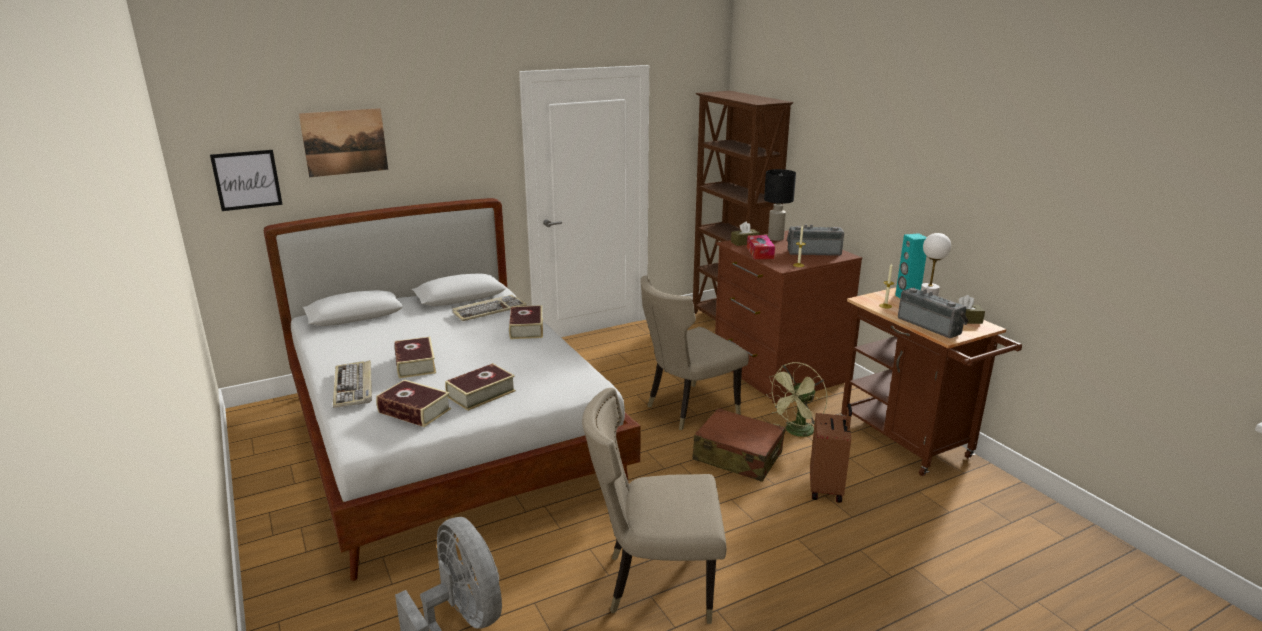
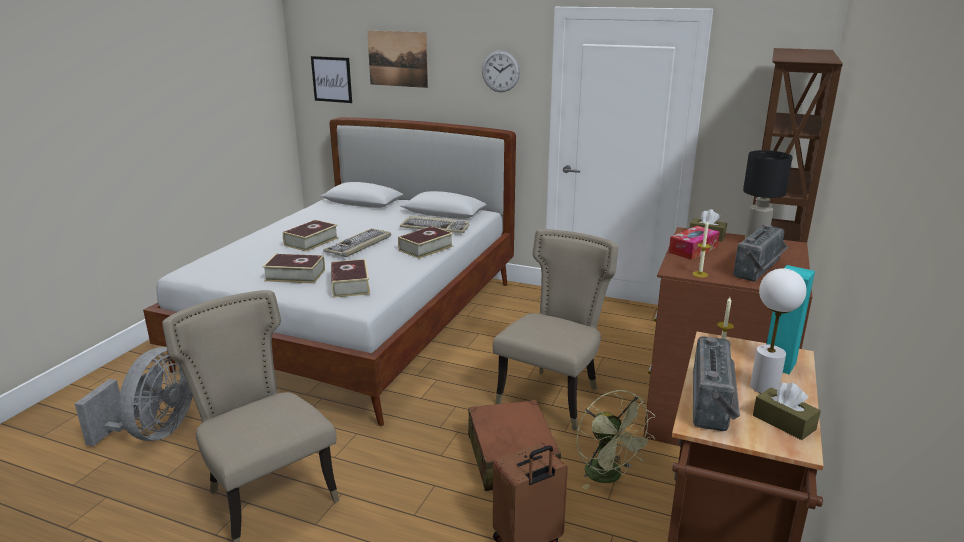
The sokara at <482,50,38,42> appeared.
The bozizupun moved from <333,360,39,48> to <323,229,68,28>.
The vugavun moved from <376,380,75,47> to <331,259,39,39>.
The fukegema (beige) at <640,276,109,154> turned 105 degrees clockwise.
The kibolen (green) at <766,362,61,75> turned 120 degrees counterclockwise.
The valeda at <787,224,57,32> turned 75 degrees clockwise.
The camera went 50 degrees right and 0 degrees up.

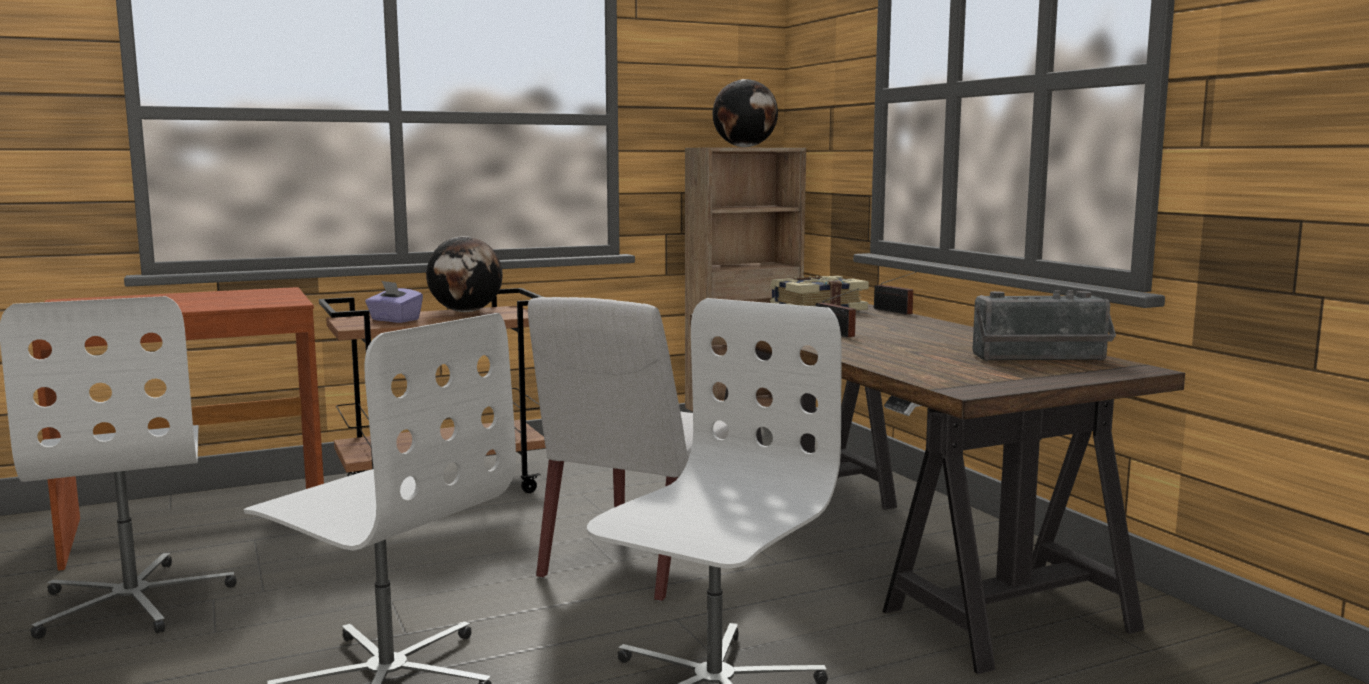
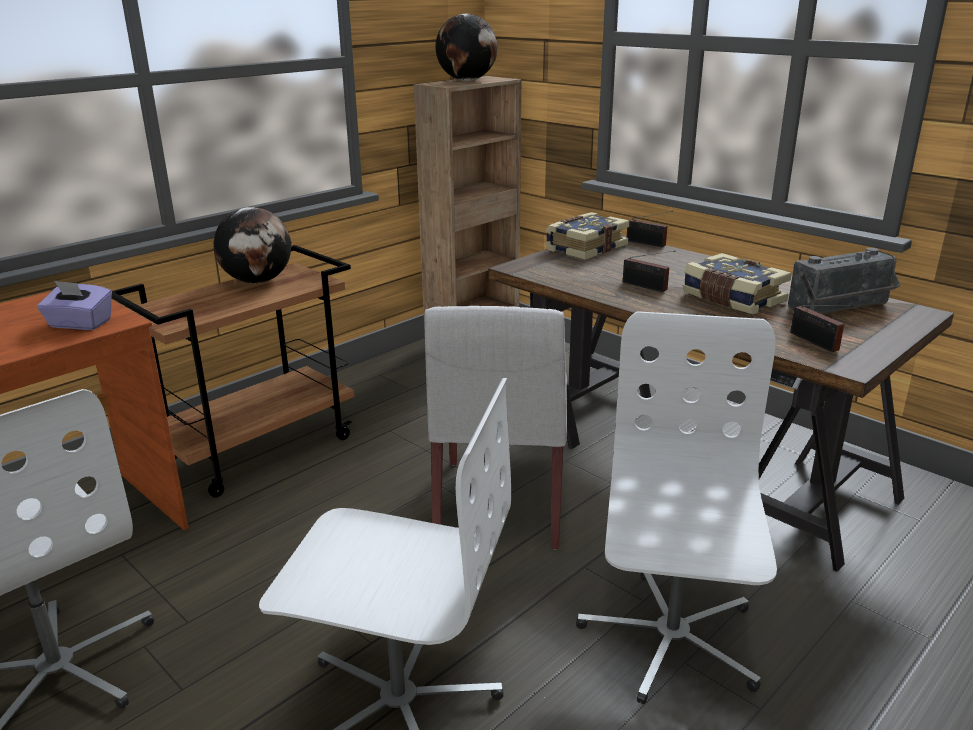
The vugavun at <683,253,109,61> appeared.
The valeda at <790,305,62,47> appeared.
The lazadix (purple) moved from <365,281,58,42> to <37,281,75,49>.
The camera went 20 degrees left and 15 degrees up.

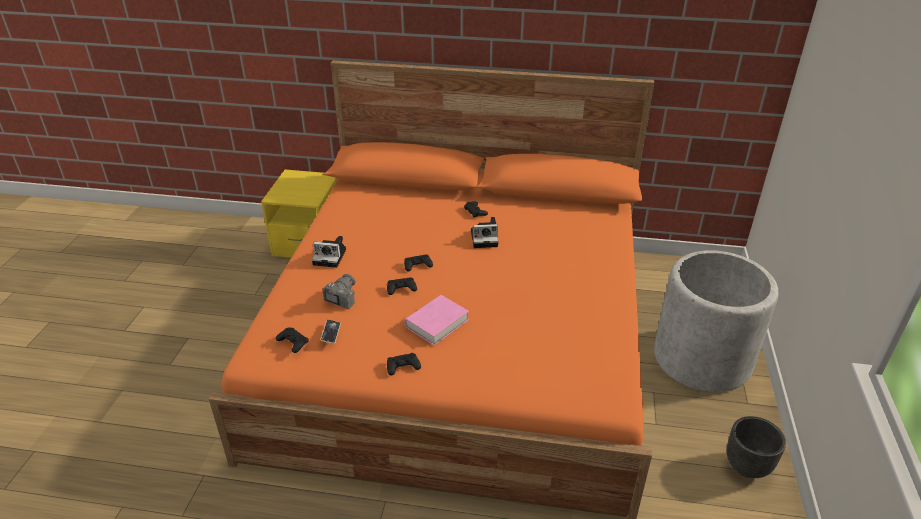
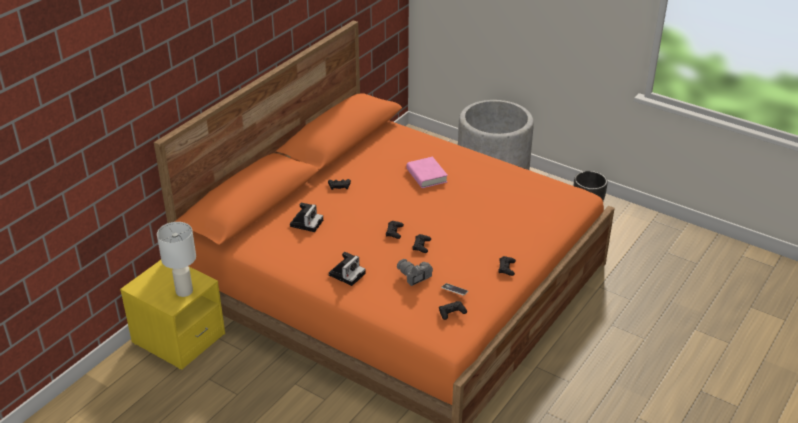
The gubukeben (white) at <157,222,39,75> appeared.
The vugavun (pink) moved from <405,295,64,50> to <406,157,42,31>.
The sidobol moved from <471,217,27,31> to <290,203,33,29>.
The camera went 65 degrees left and 0 degrees up.

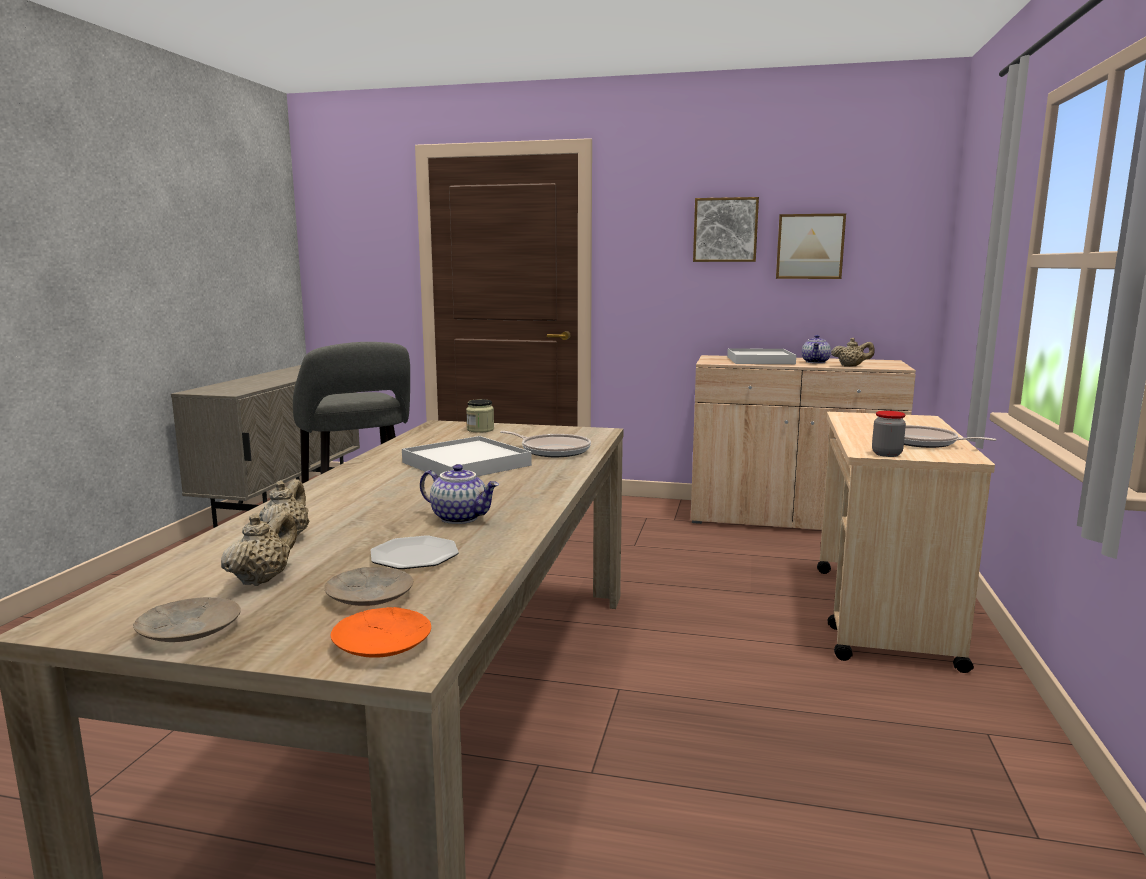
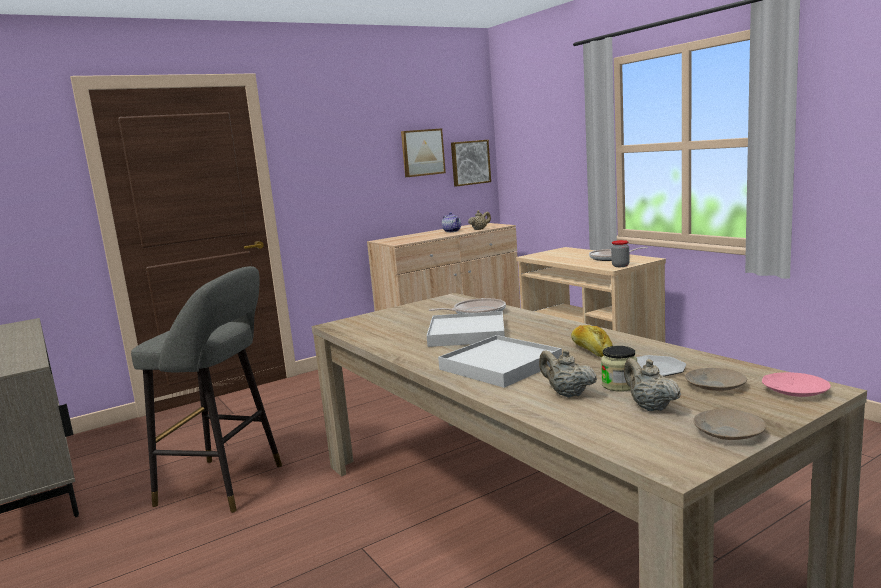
The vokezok moved from <466,399,28,34> to <601,346,36,46>.
The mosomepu moved from <693,197,66,65> to <451,140,40,46>.
The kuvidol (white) moved from <727,348,69,16> to <438,335,124,53>.
The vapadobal at <420,464,79,60> was replaced by the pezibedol at <571,325,42,32>.
The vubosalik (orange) at <331,607,100,51> became the vubosalik (pink) at <762,372,69,25>.
The camera went 45 degrees left and 0 degrees up.

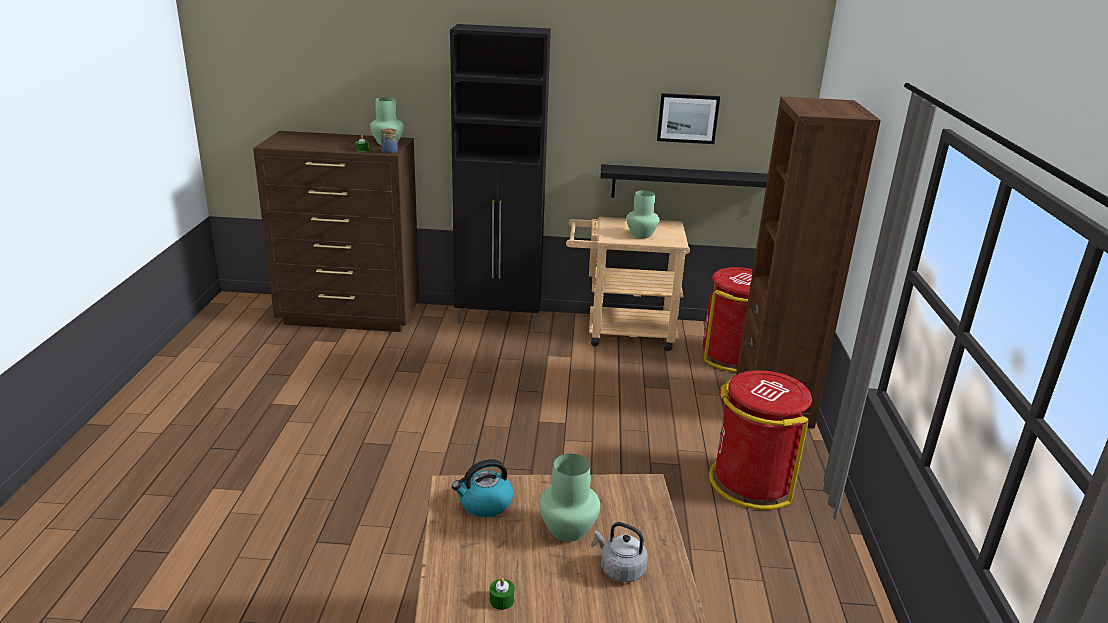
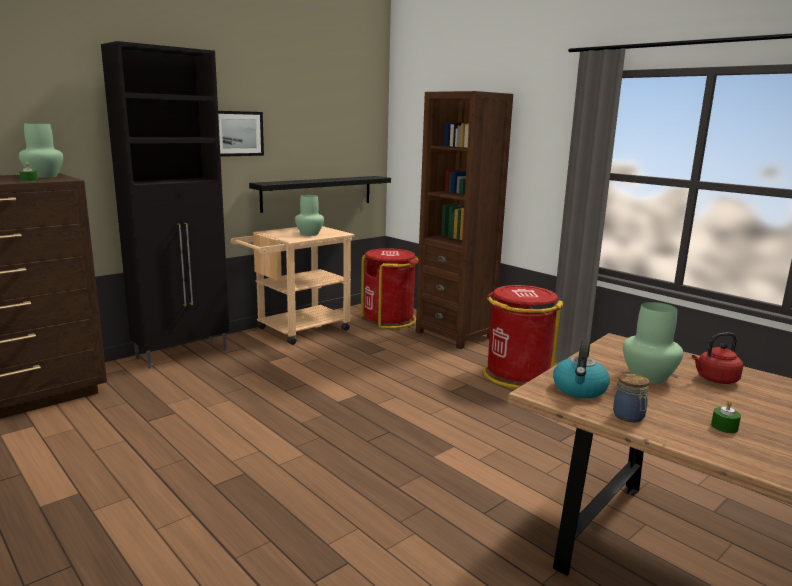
The vokezok moved from <381,128,17,26> to <613,373,36,49>.
The mosomepu moved from <657,93,63,51> to <218,111,46,46>.
The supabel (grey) at <595,522,53,60> became the supabel (red) at <692,332,51,52>.
The camera went 45 degrees left and 10 degrees down.

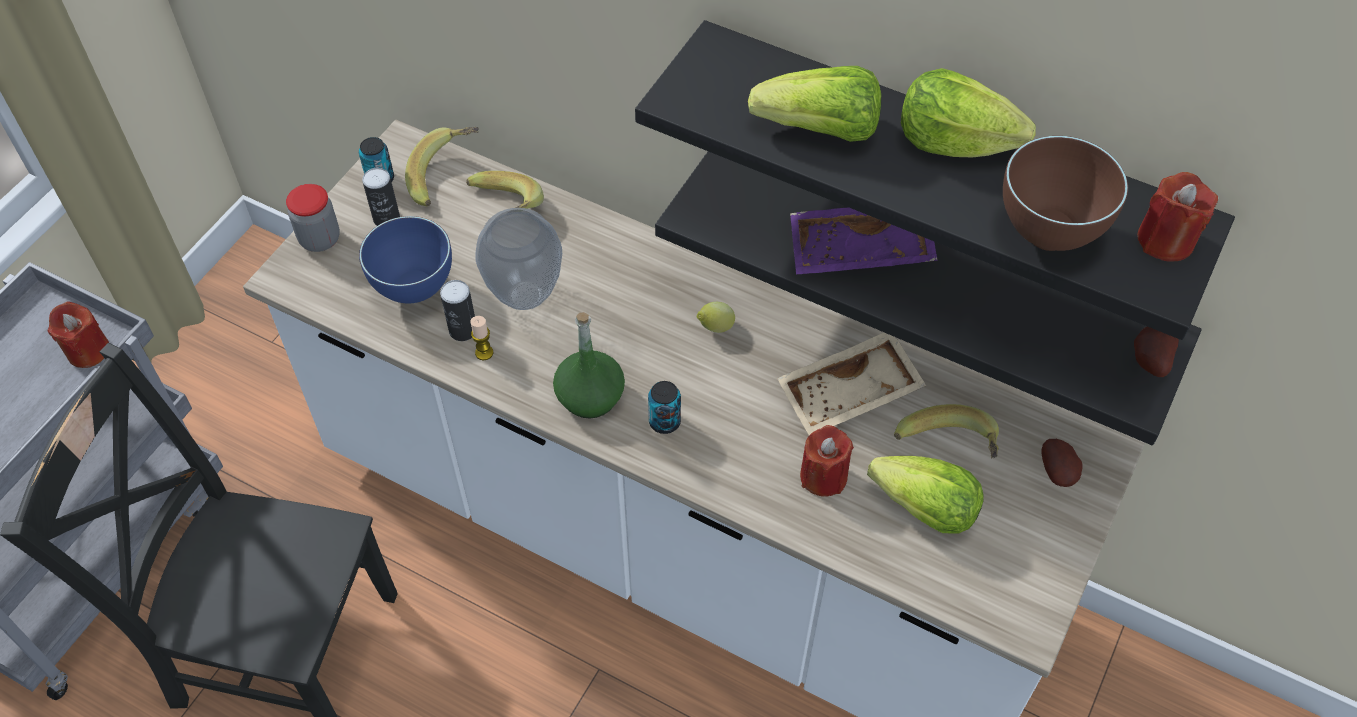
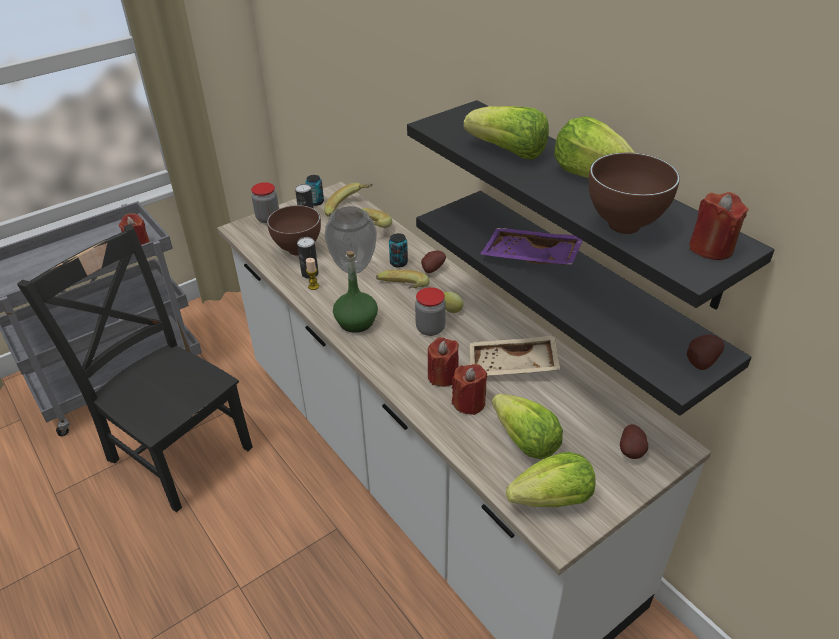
The vokezok at <415,287,31,49> appeared.
The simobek at <421,250,25,23> appeared.
The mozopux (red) at <428,337,31,50> appeared.
The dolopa at <506,452,90,55> appeared.
The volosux moved from <648,381,33,53> to <389,233,19,35>.
The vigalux moved from <894,404,105,55> to <376,270,54,19>.
The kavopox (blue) at <359,216,93,87> became the kavopox (brown) at <267,205,54,50>.
The camera went 25 degrees right and 15 degrees down.

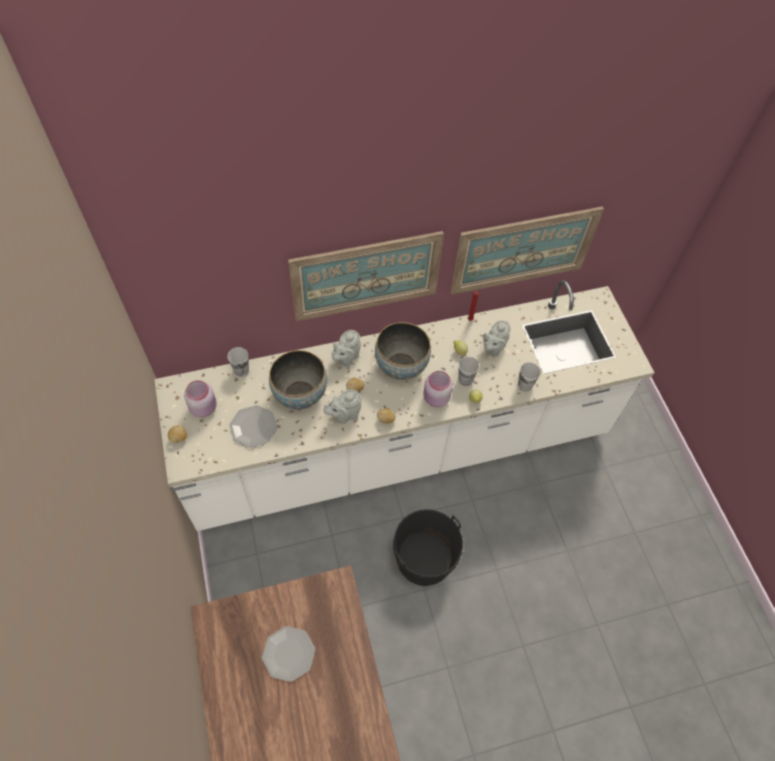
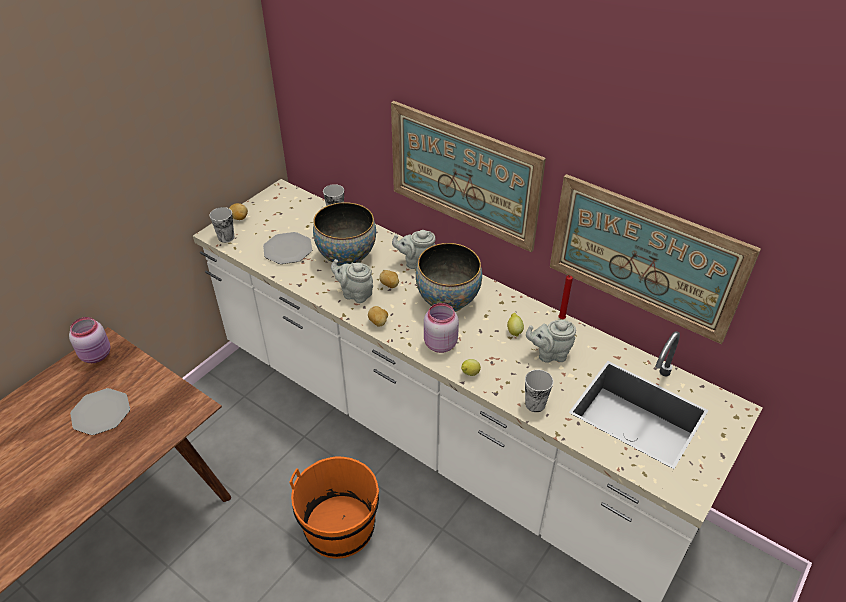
The vokezok (pink) moved from <184,380,33,37> to <69,317,42,46>.
The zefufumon moved from <458,356,21,30> to <210,207,24,36>.
The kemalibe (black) at <393,509,70,77> became the kemalibe (orange) at <289,456,90,103>.
The camera went 55 degrees right and 15 degrees down.

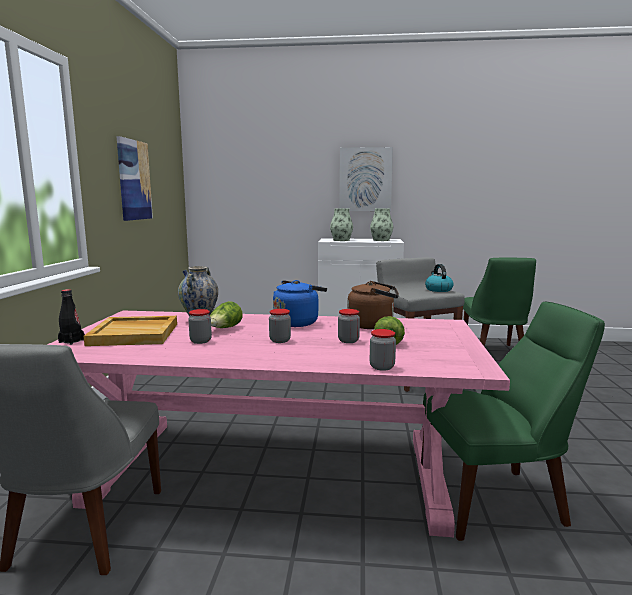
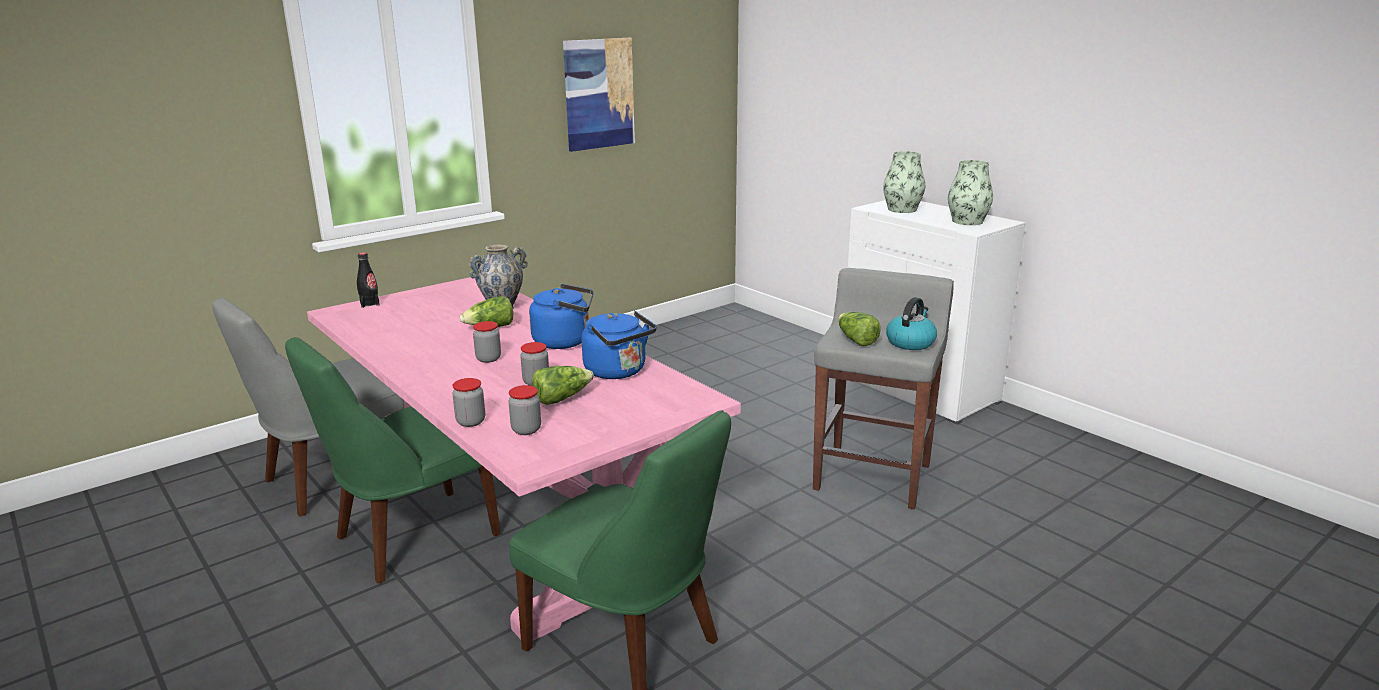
The kuvidol (beige) at <83,316,94,30> disappeared.
The mosomepu at <339,147,54,64> disappeared.
The dolopa at <838,312,43,34> appeared.
The vokezok moved from <188,309,24,35> to <508,385,33,50>.
The fukegema (green) moved from <463,258,73,89> to <285,337,216,247>.
The supabel (brown) at <347,281,52,48> became the supabel (blue) at <581,311,76,68>.
The camera went 45 degrees right and 10 degrees up.

